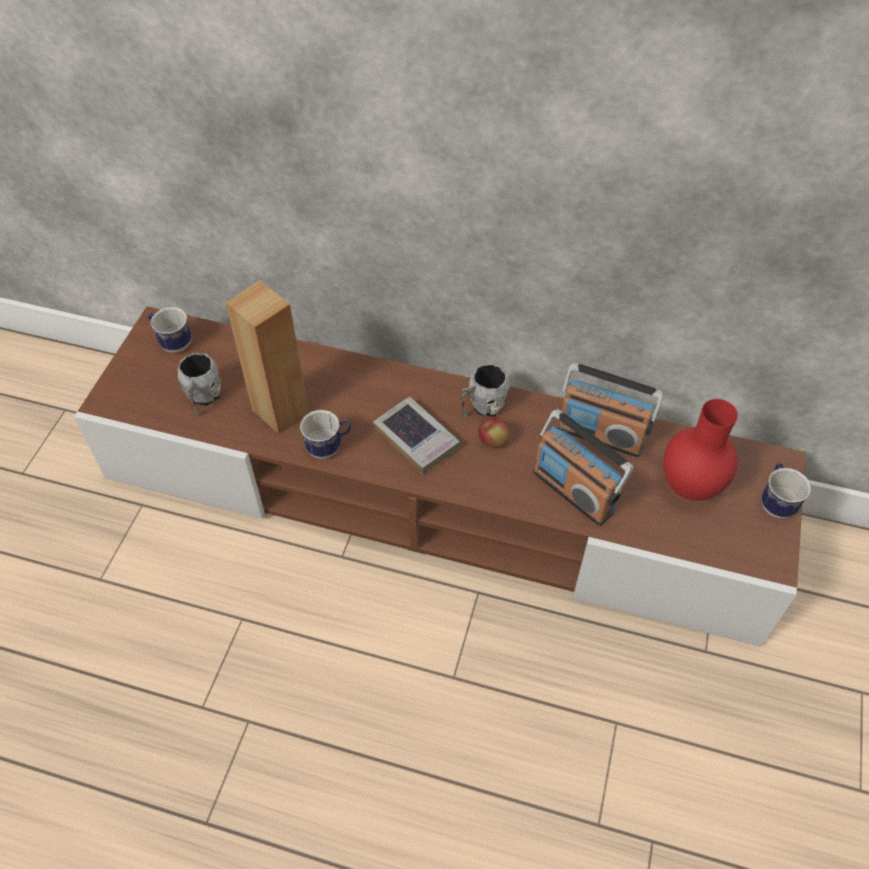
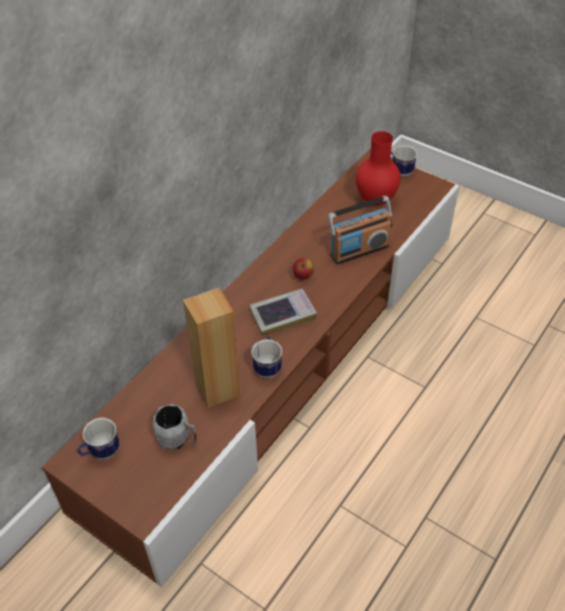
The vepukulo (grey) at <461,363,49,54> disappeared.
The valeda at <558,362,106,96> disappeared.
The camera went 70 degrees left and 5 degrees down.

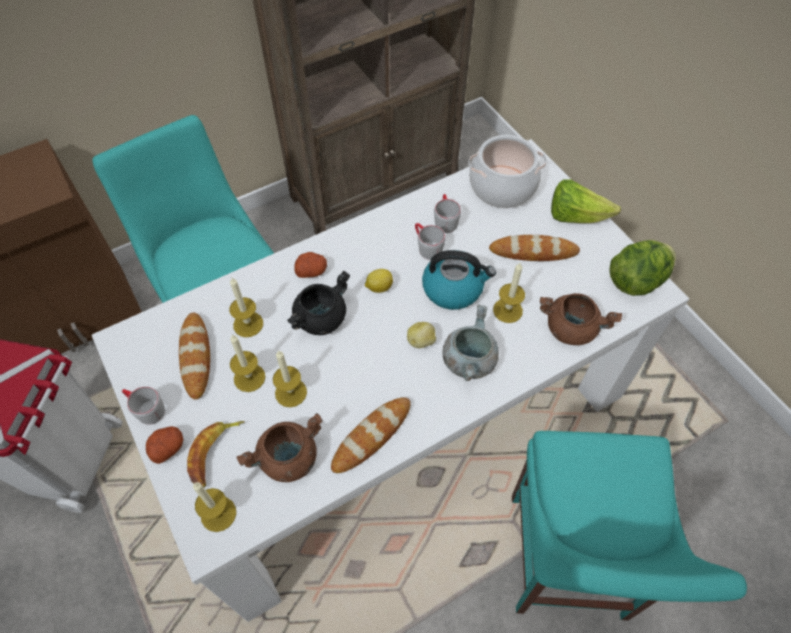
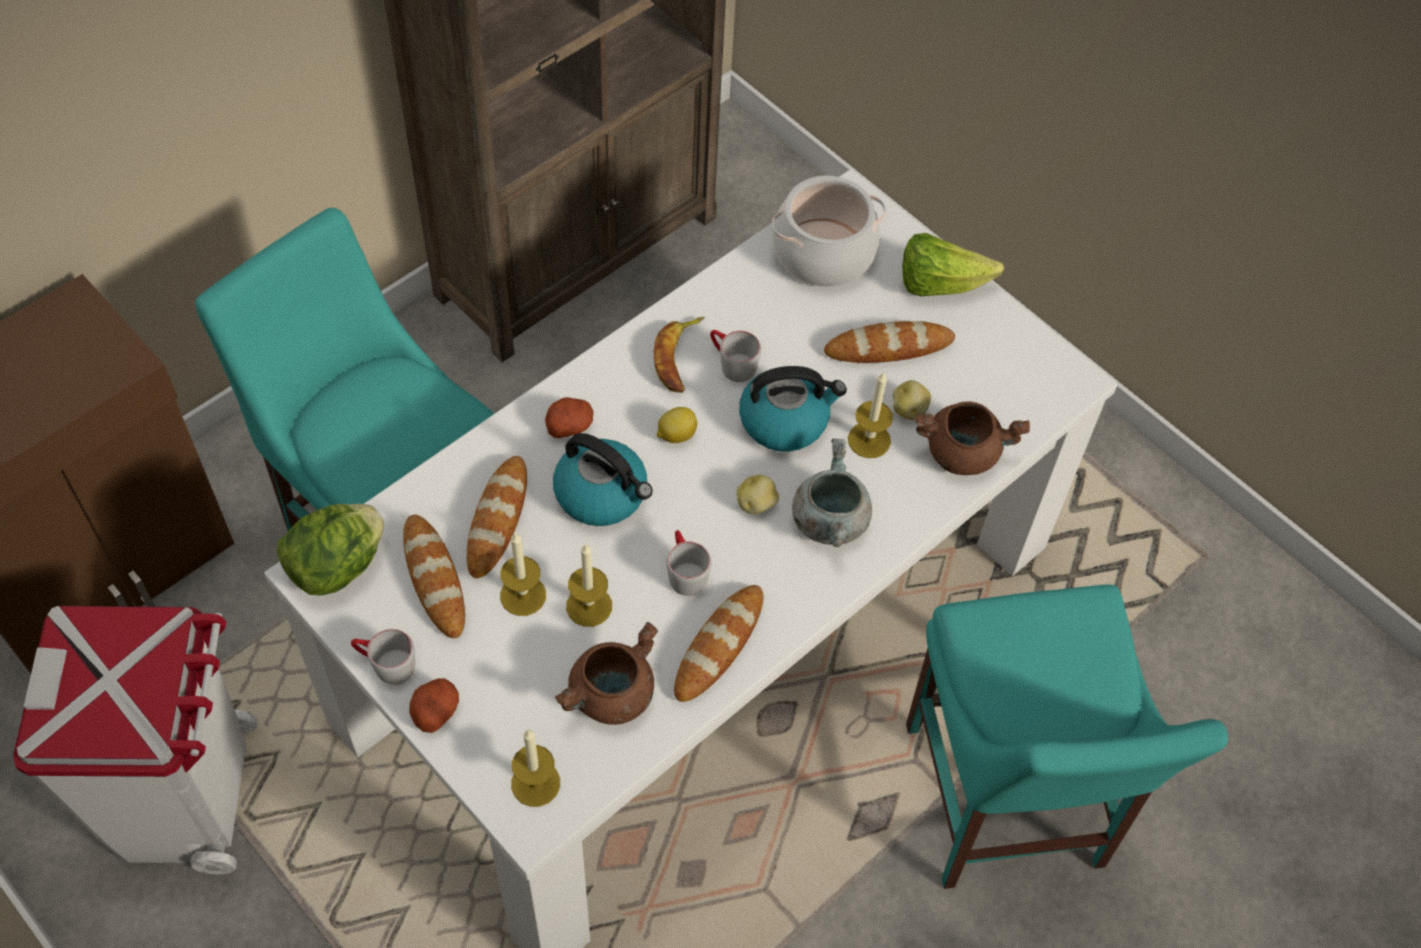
The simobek at <893,380,38,40> appeared.
The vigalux moved from <187,421,58,67> to <654,317,51,76>.
The vepukulo (grey) moved from <434,194,27,39> to <666,530,45,66>.
The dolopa moved from <609,240,67,56> to <277,504,107,92>.
The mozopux at <230,278,33,59> was replaced by the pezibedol at <467,456,60,122>.
The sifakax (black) at <287,271,63,64> was replaced by the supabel at <553,433,100,93>.
The camera went 15 degrees left and 0 degrees up.

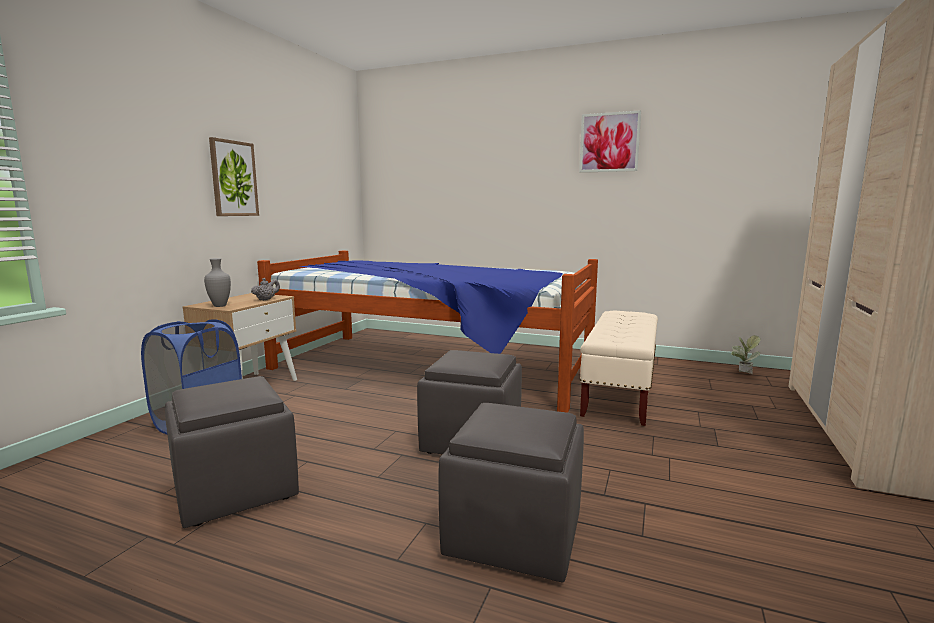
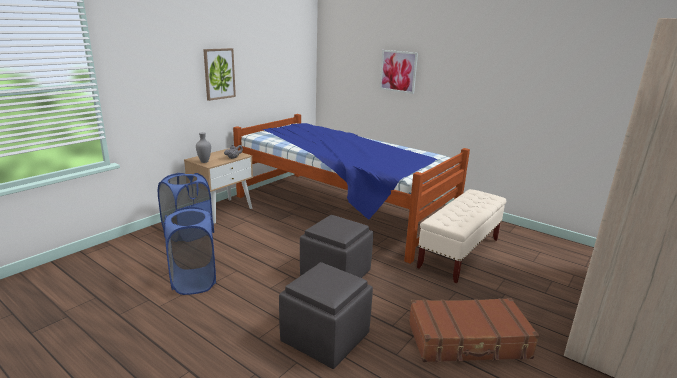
The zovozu at <731,335,30,39> disappeared.
The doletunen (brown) at <409,298,130,64> appeared.
The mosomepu moved from <579,110,62,63> to <380,50,38,44>.
The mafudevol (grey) at <165,376,134,152> was replaced by the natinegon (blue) at <163,207,53,88>.
The camera went 15 degrees right and 10 degrees up.

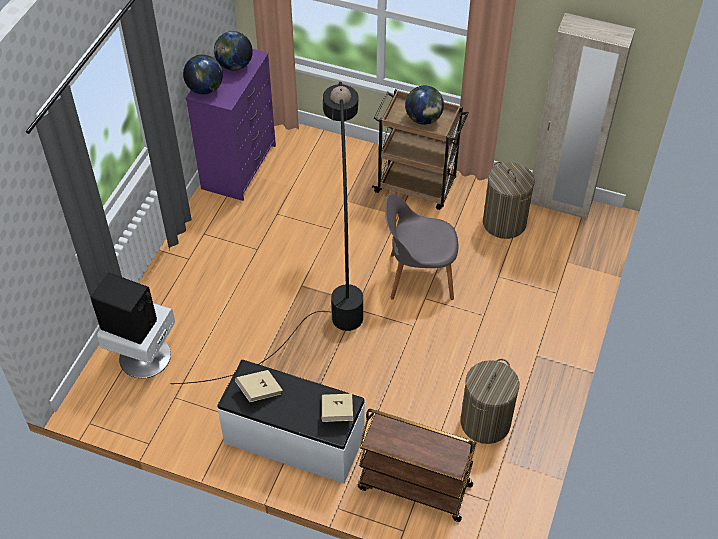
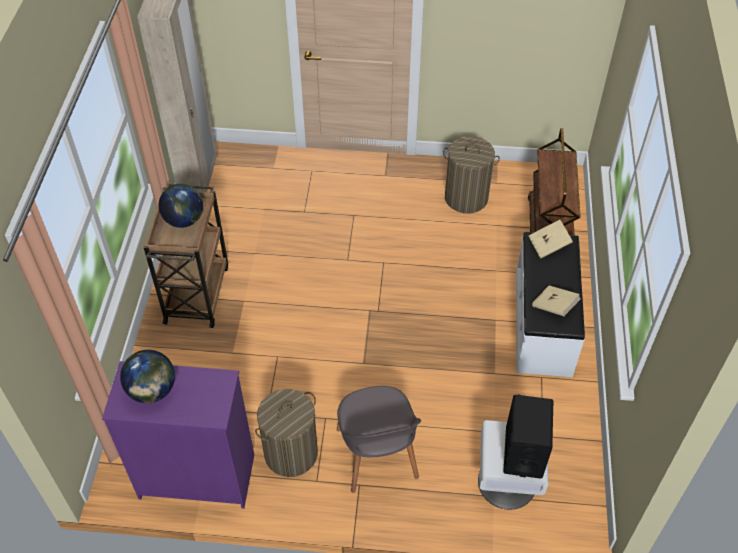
The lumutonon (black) at <171,82,192,302> disappeared.
The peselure at <183,54,40,40> disappeared.
The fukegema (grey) moved from <385,193,73,107> to <337,386,84,107>.
The natinegon moved from <483,162,52,77> to <255,389,63,88>.
The camera went 105 degrees left and 0 degrees up.

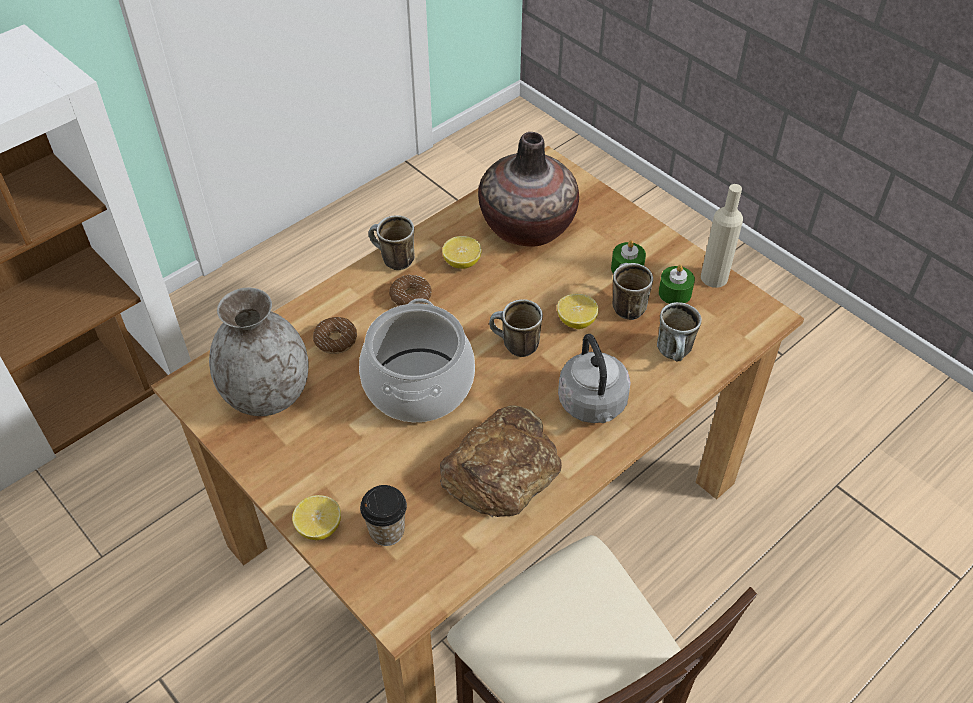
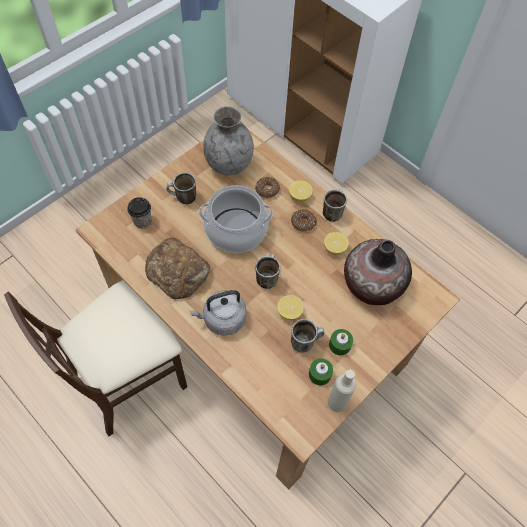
The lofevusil moved from <292,495,49,45> to <289,181,24,21>.
The vepukulo moved from <657,302,45,60> to <166,172,30,32>.
The camera went 85 degrees right and 10 degrees up.

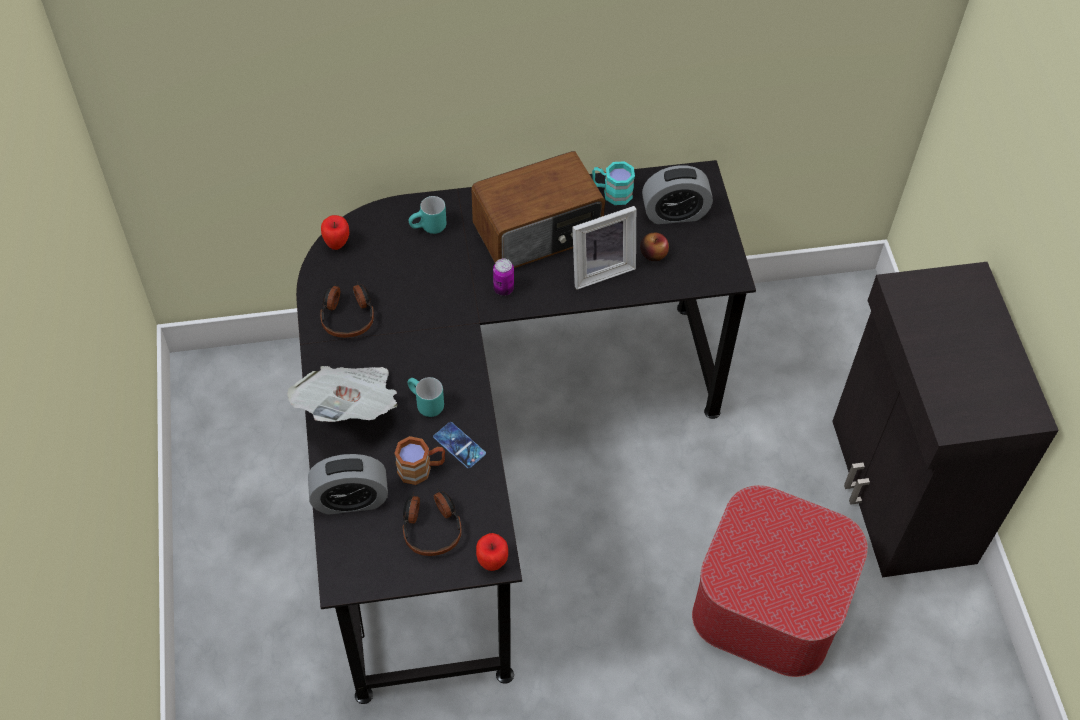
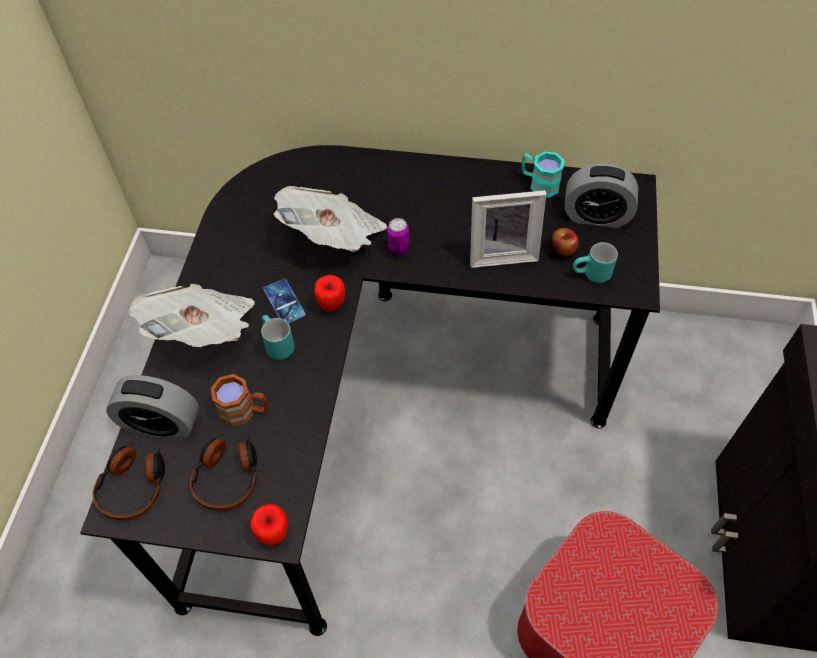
The valeda at <471,151,134,117> disappeared.
The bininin at <273,186,114,66> appeared.
The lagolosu moved from <320,282,54,56> to <93,442,72,78>.
The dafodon moved from <321,215,28,35> to <314,275,31,37>.
The vepukulo (turquoise) moved from <409,196,38,38> to <573,242,45,41>.
The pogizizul moved from <433,422,53,47> to <263,279,43,44>.
The camera went 20 degrees right and 0 degrees up.

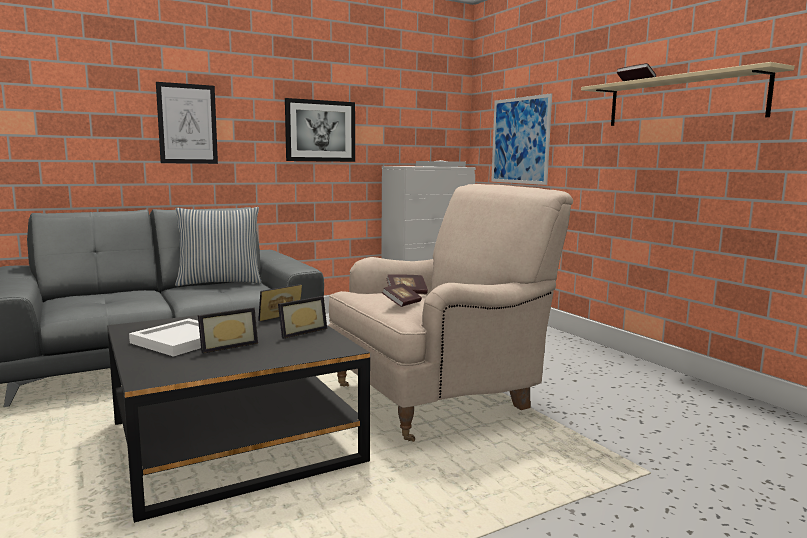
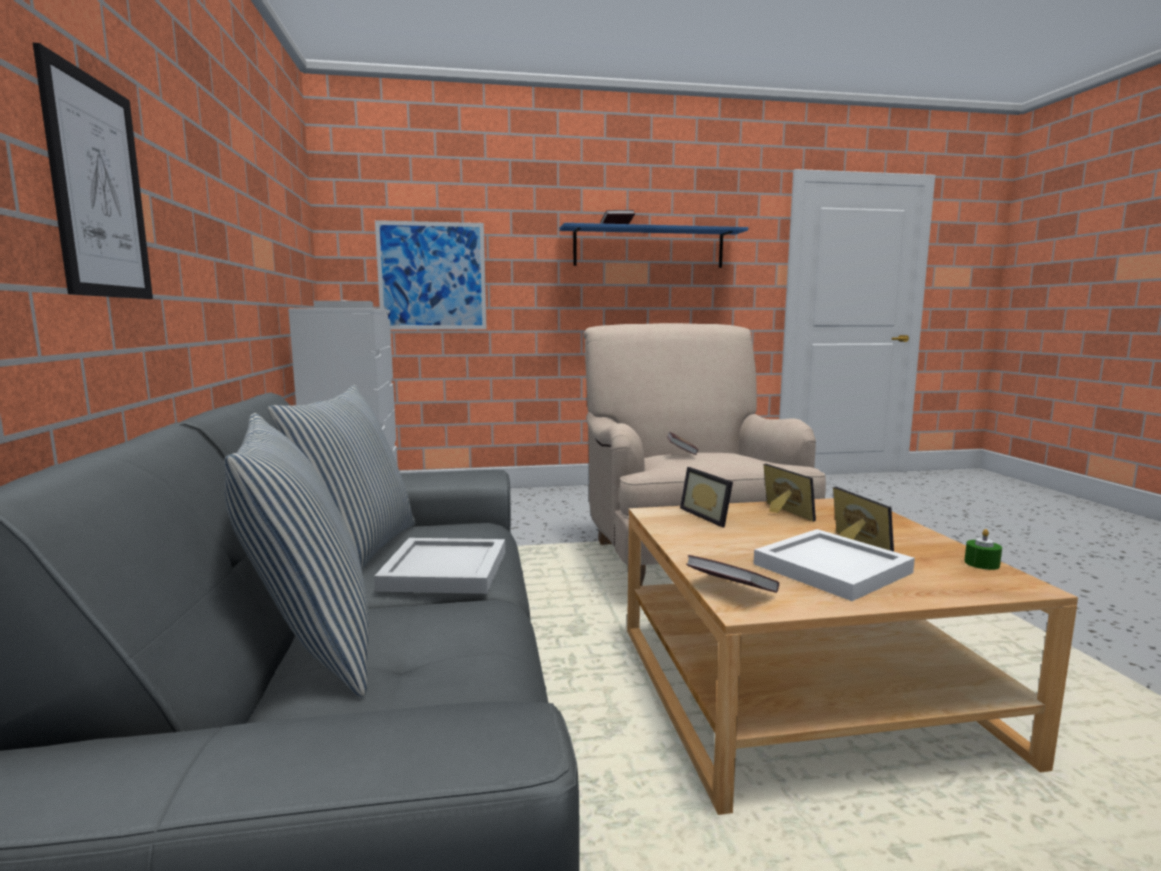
The mosomepu at <285,98,70,64> disappeared.
The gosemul at <224,413,145,284> appeared.
The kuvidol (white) at <374,538,131,56> appeared.
The mozopux (green) at <964,529,38,41> appeared.
The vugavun moved from <382,284,40,23> to <686,555,93,38>.
The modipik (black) at <107,309,263,214> became the modipik (beige) at <627,498,451,317>.
The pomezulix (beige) at <581,62,213,64> became the pomezulix (blue) at <560,223,188,45>.
The camera went 70 degrees left and 0 degrees up.

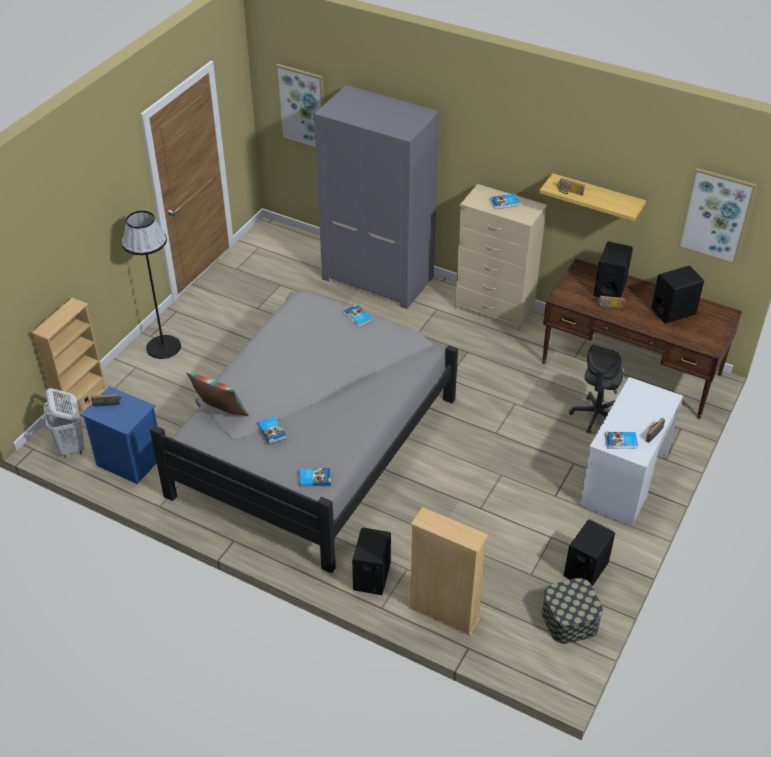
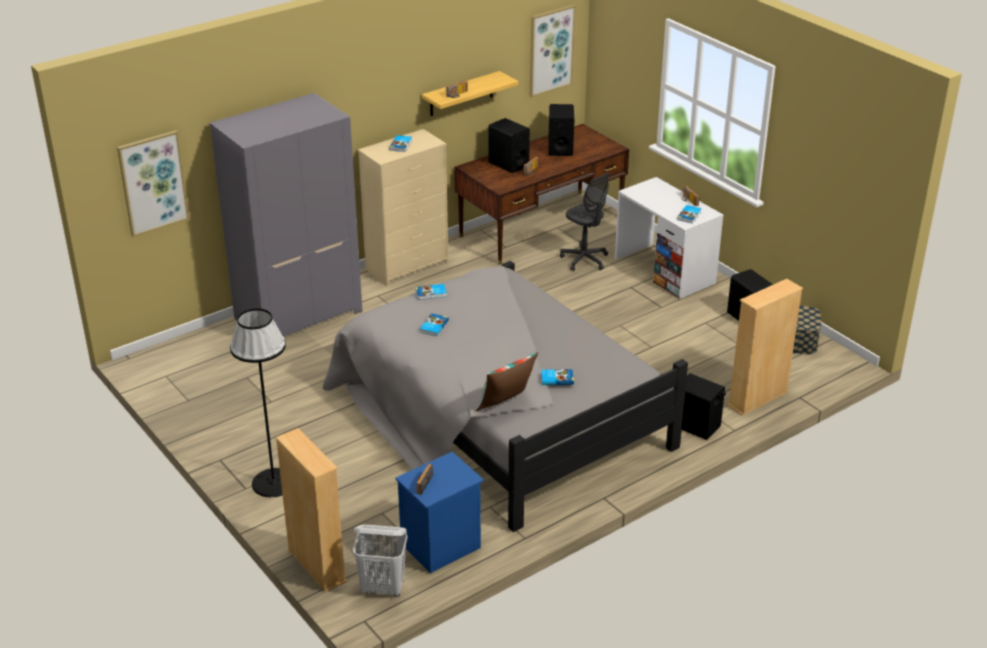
The vugavun moved from <299,468,32,18> to <420,313,29,23>.
The camera went 65 degrees left and 10 degrees down.

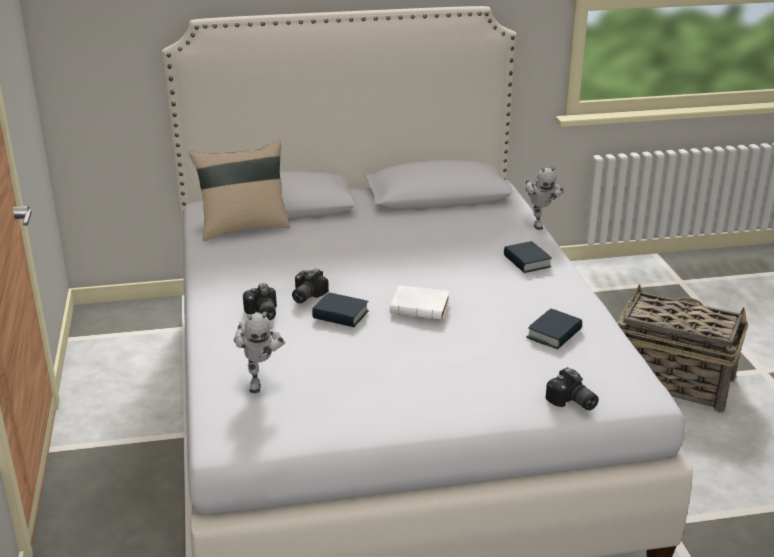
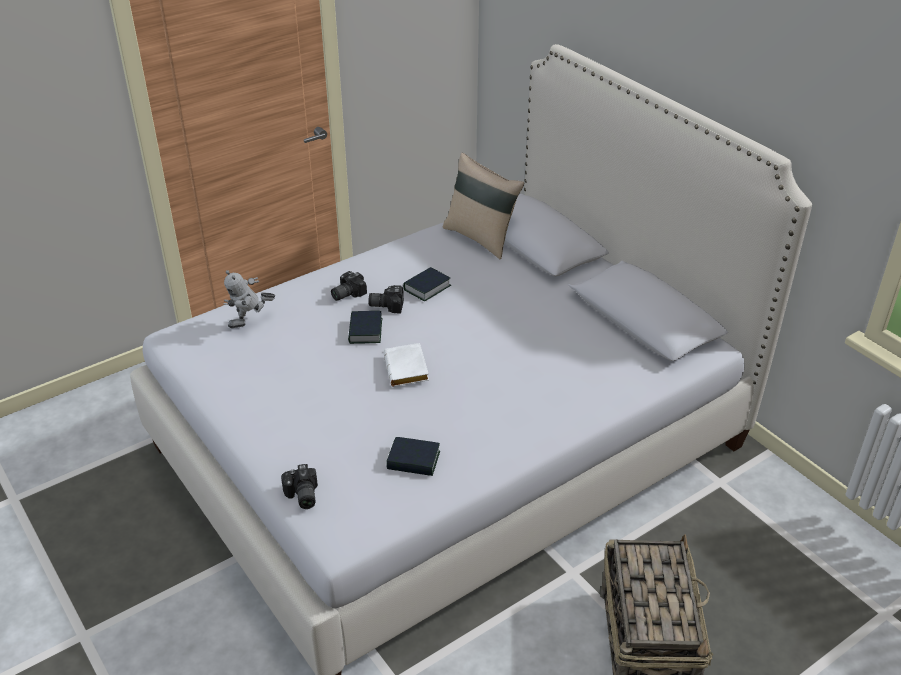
The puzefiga at <525,167,39,63> disappeared.
The vugavun moved from <504,241,48,32> to <403,267,48,34>.
The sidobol at <546,367,53,43> turned 45 degrees counterclockwise.
The camera went 65 degrees right and 10 degrees up.

